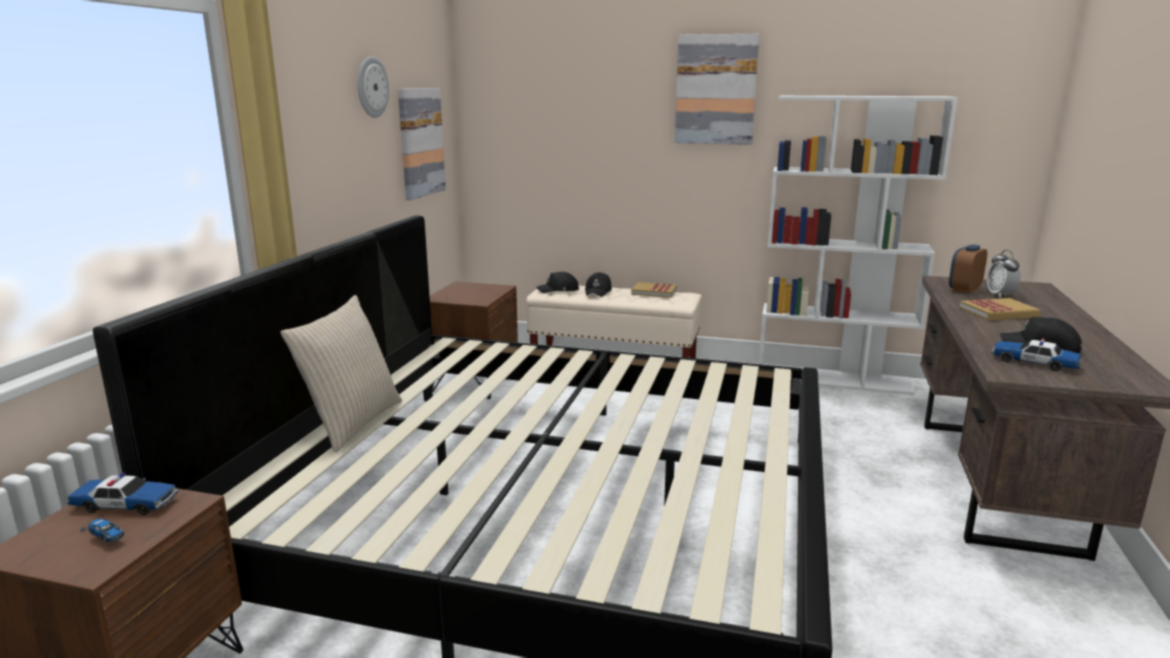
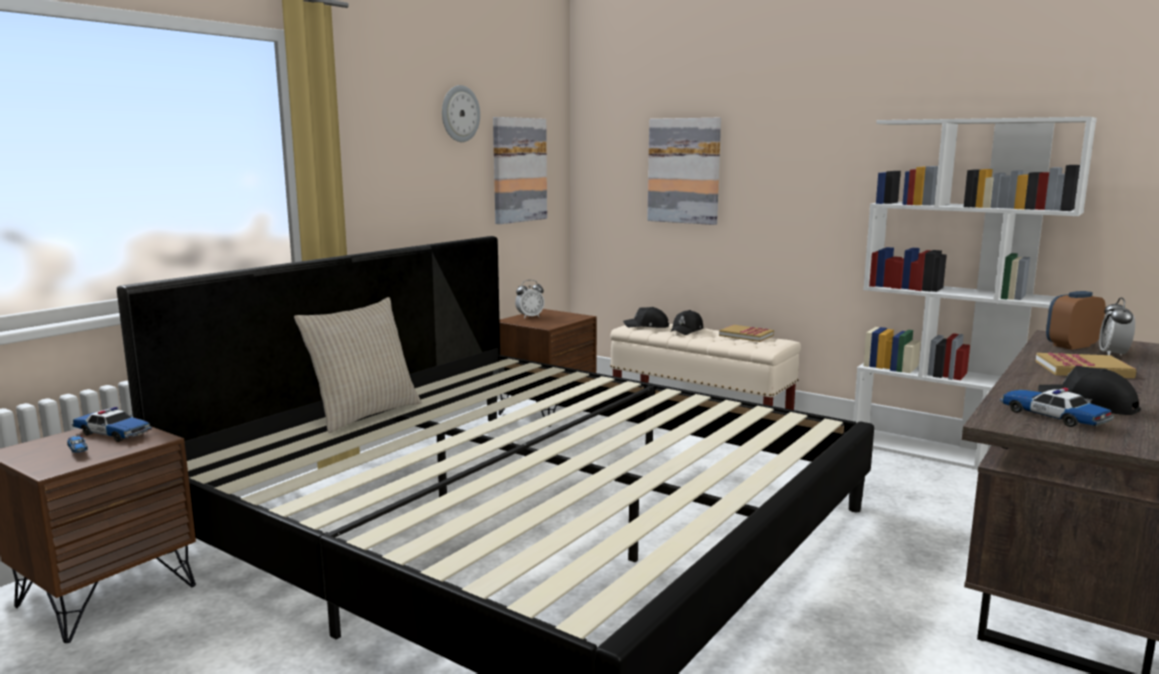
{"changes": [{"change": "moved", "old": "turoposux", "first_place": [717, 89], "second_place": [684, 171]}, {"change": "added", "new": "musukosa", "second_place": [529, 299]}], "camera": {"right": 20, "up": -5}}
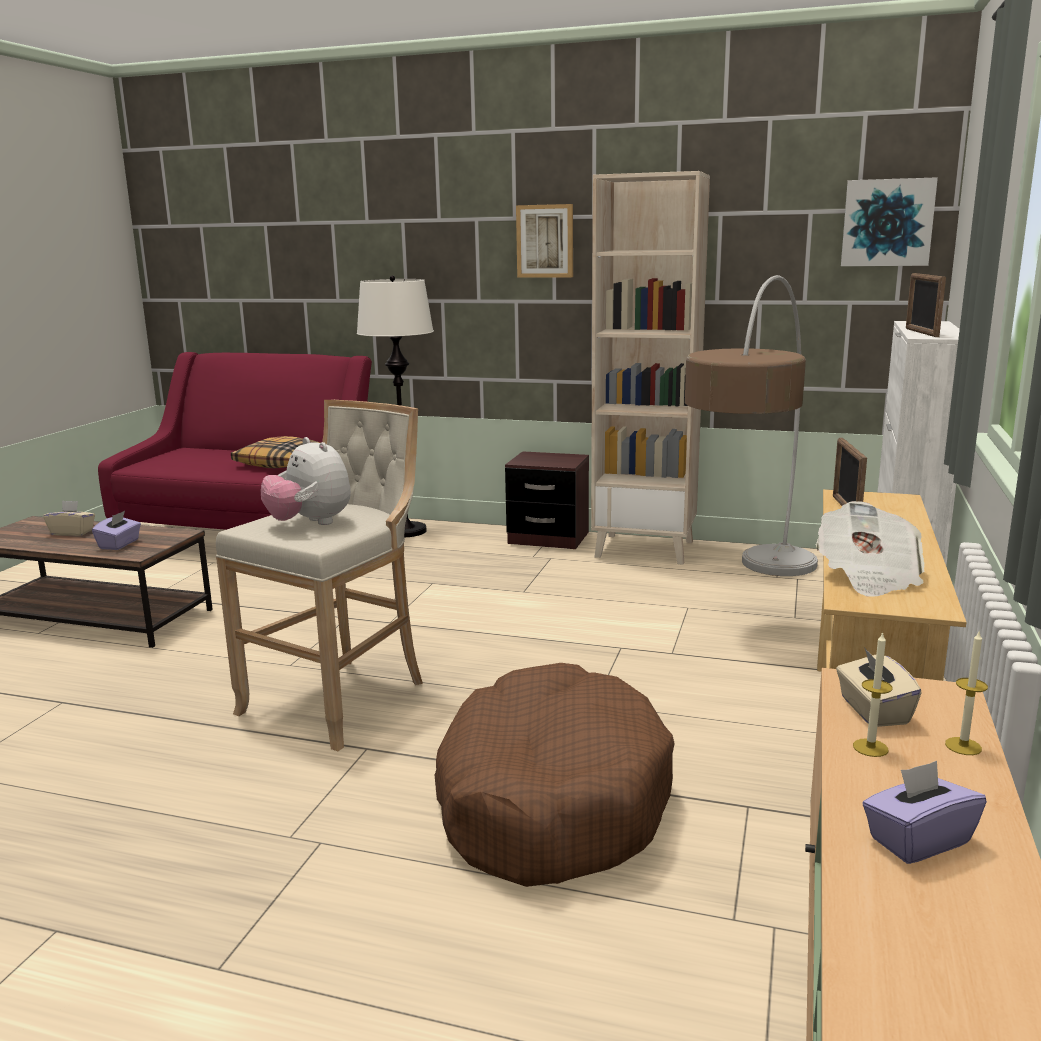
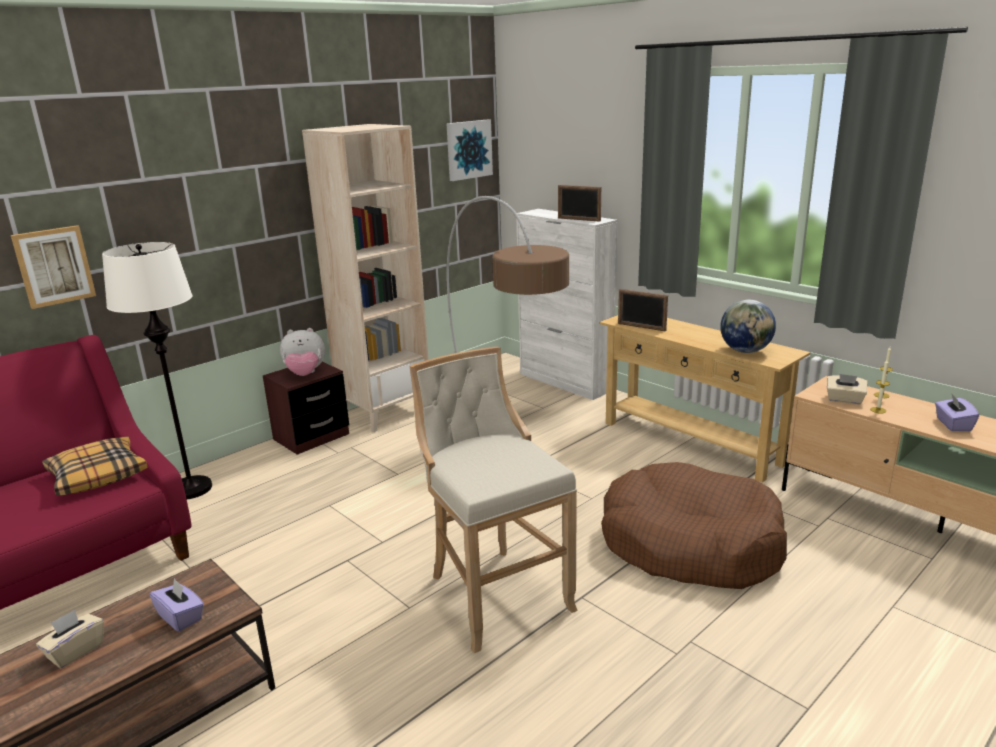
{"changes": [{"change": "moved", "old": "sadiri", "first_place": [306, 481], "second_place": [302, 352]}, {"change": "moved", "old": "turoposux", "first_place": [544, 241], "second_place": [53, 267]}, {"change": "replaced", "old": "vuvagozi", "new": "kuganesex", "first_place": [870, 548], "second_place": [748, 326]}], "camera": {"right": -60, "up": 5}}
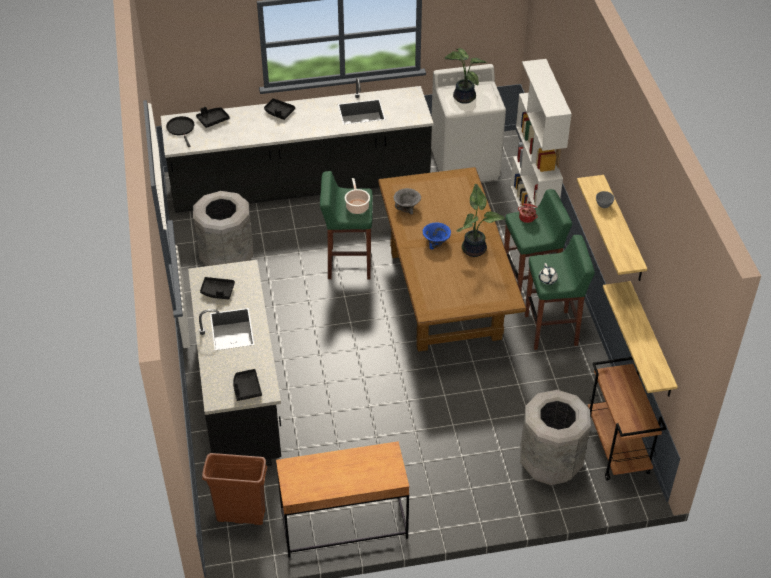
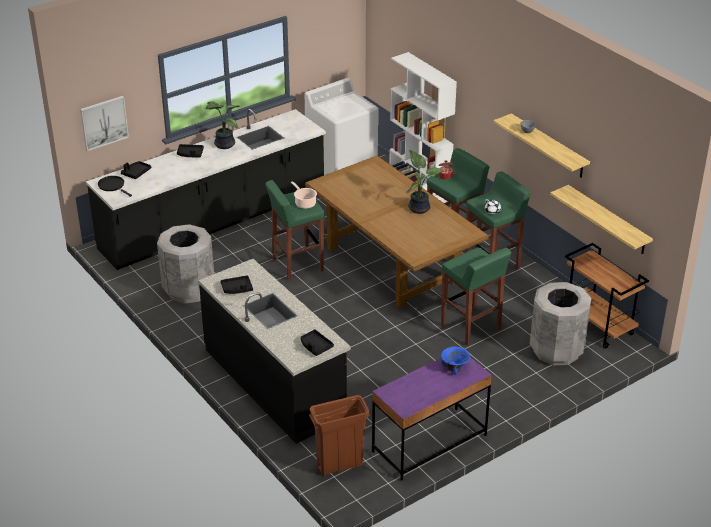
{"changes": [{"change": "recoloured", "old": "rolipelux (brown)", "new": "rolipelux (purple)", "first_place": [342, 499], "second_place": [432, 419]}, {"change": "removed", "old": "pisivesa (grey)", "first_place": [407, 201]}, {"change": "moved", "old": "pisivesa (blue)", "first_place": [437, 236], "second_place": [455, 361]}, {"change": "moved", "old": "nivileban", "first_place": [466, 76], "second_place": [223, 125]}, {"change": "added", "new": "turoposux", "second_place": [104, 123]}, {"change": "added", "new": "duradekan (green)", "second_place": [476, 296]}], "camera": {"right": -25, "up": -10}}
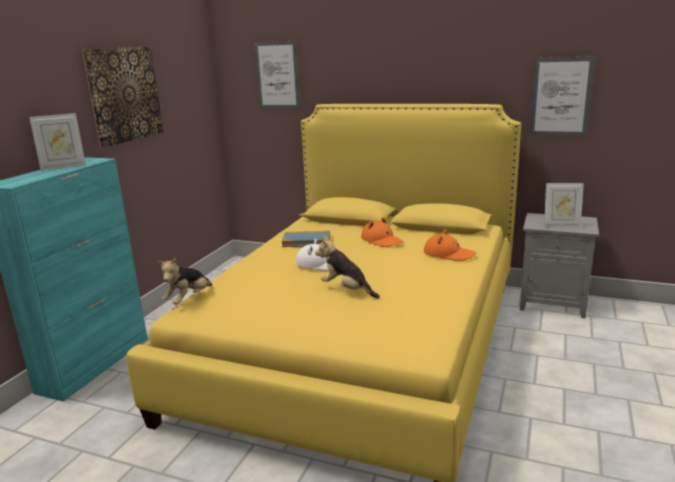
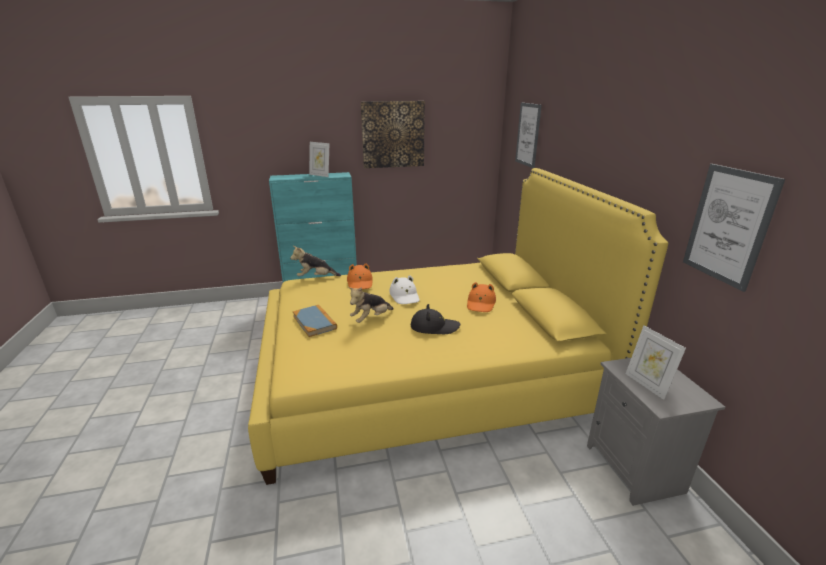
{"changes": [{"change": "moved", "old": "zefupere", "first_place": [306, 239], "second_place": [315, 321]}, {"change": "turned", "old": "sadiri", "first_place": [347, 267], "second_place": [371, 305], "degrees": -135}, {"change": "moved", "old": "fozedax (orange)", "first_place": [450, 245], "second_place": [360, 276]}, {"change": "added", "new": "fozedax (black)", "second_place": [435, 319]}], "camera": {"right": 55, "up": 5}}
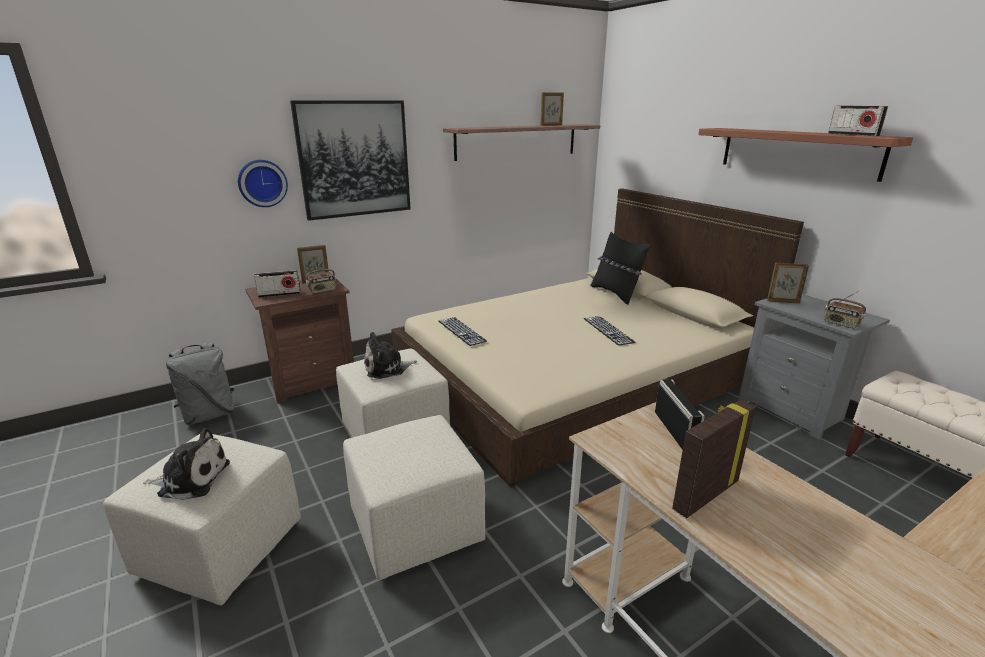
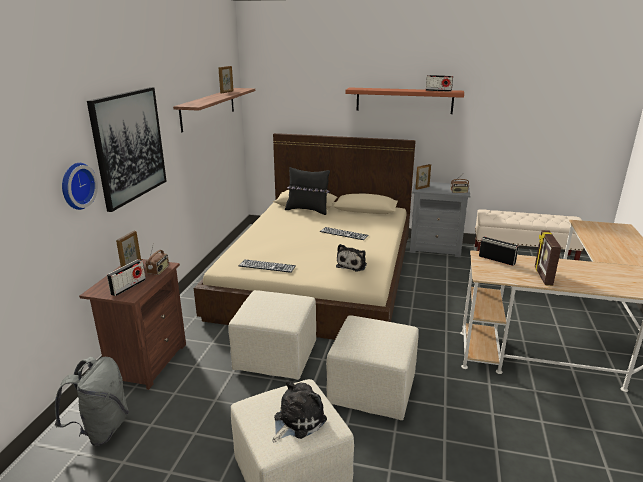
{"changes": [{"change": "moved", "old": "sadiri", "first_place": [390, 355], "second_place": [351, 257]}], "camera": {"right": -45, "up": 0}}
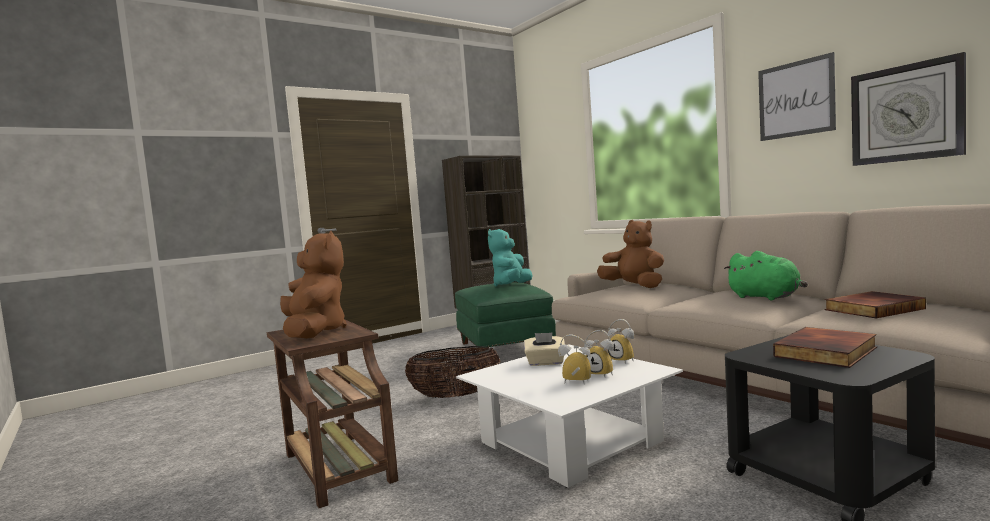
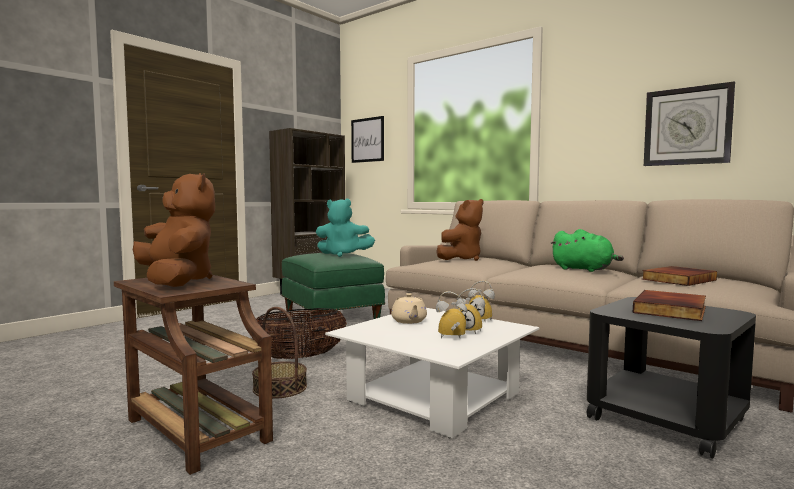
{"changes": [{"change": "turned", "old": "sadiri (turquoise)", "first_place": [510, 258], "second_place": [345, 227], "degrees": -90}, {"change": "replaced", "old": "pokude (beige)", "new": "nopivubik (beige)", "first_place": [544, 349], "second_place": [409, 308]}, {"change": "turned", "old": "sadiri (brown)", "first_place": [630, 254], "second_place": [459, 230], "degrees": 105}, {"change": "moved", "old": "turoposux", "first_place": [797, 96], "second_place": [367, 139]}, {"change": "added", "new": "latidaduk", "second_place": [279, 353]}], "camera": {"right": -15, "up": 0}}
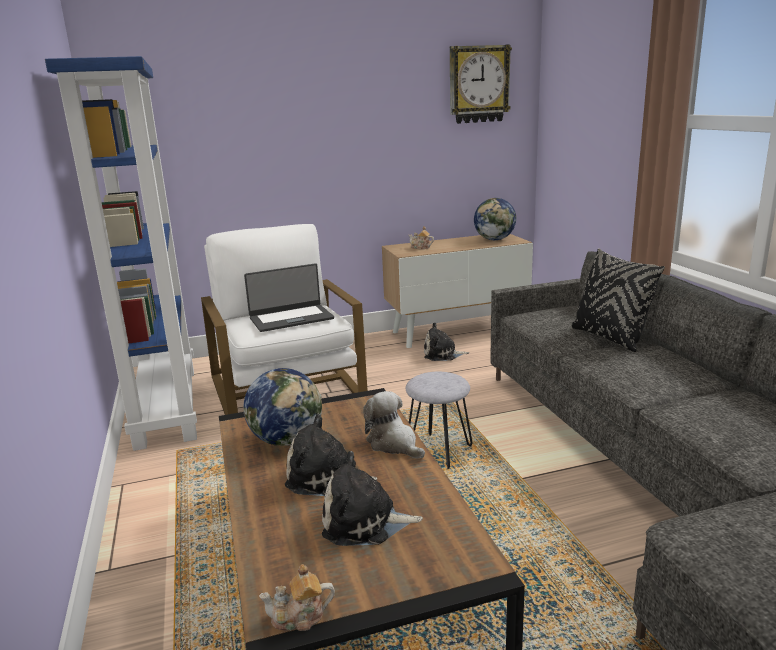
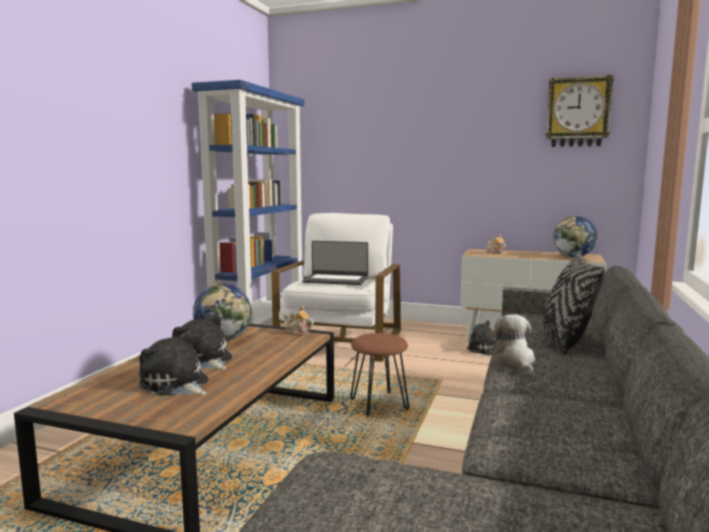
{"changes": [{"change": "moved", "old": "nopivubik", "first_place": [297, 597], "second_place": [298, 320]}, {"change": "moved", "old": "sadiri", "first_place": [394, 425], "second_place": [513, 344]}, {"change": "recoloured", "old": "duradekan (grey)", "new": "duradekan (brown)", "first_place": [439, 420], "second_place": [379, 375]}], "camera": {"right": 35, "up": -10}}
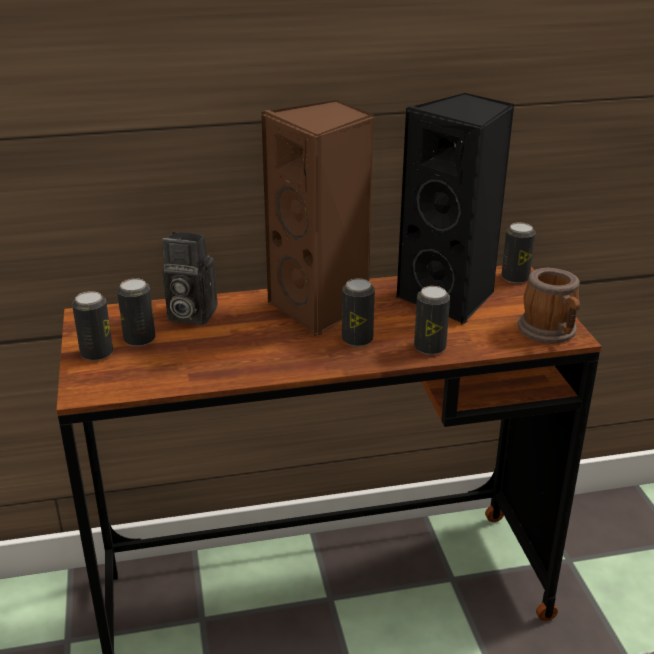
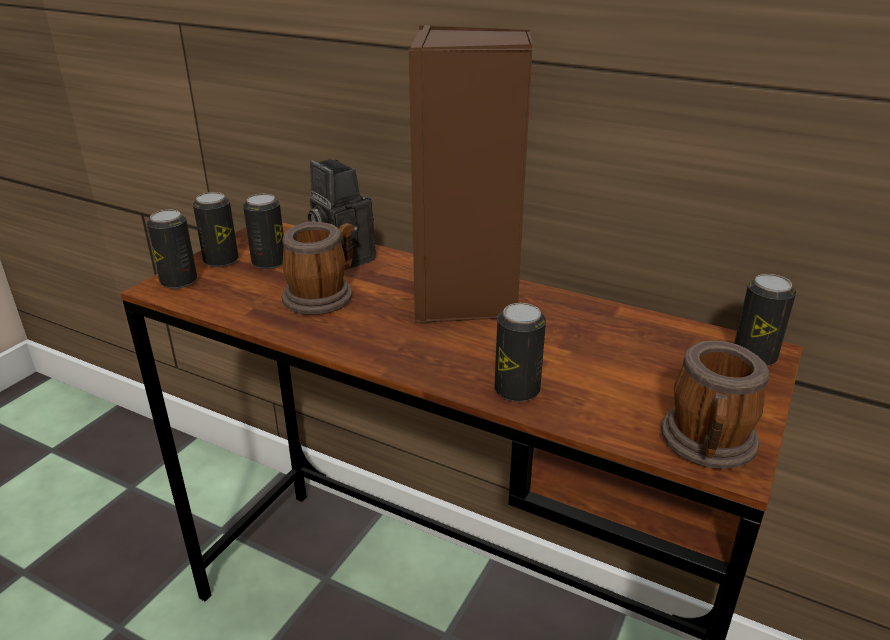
{"changes": [{"change": "moved", "old": "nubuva", "first_place": [358, 313], "second_place": [172, 249]}, {"change": "removed", "old": "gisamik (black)", "first_place": [455, 208]}, {"change": "added", "new": "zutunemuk", "second_place": [318, 268]}], "camera": {"right": 40, "up": 0}}
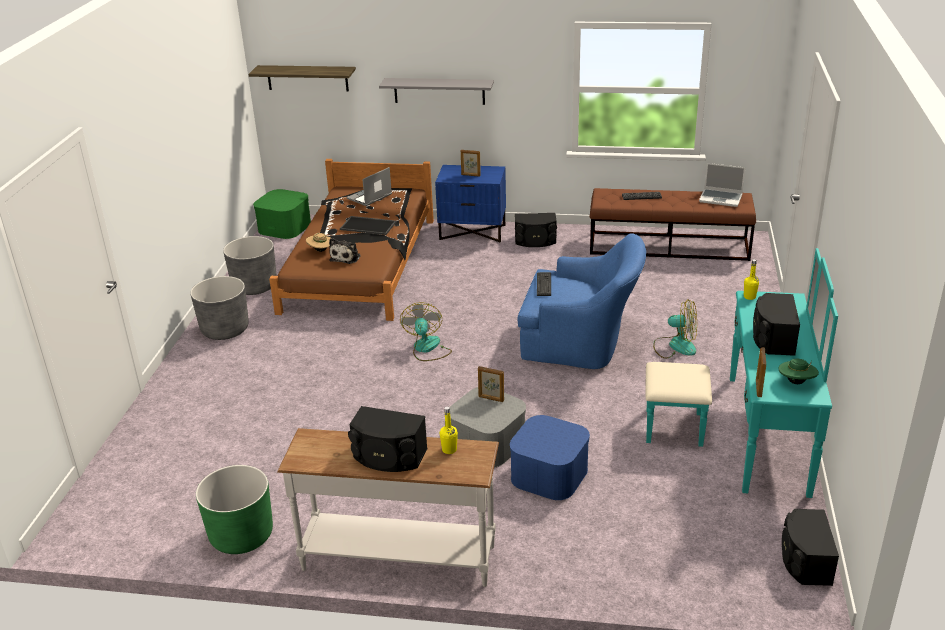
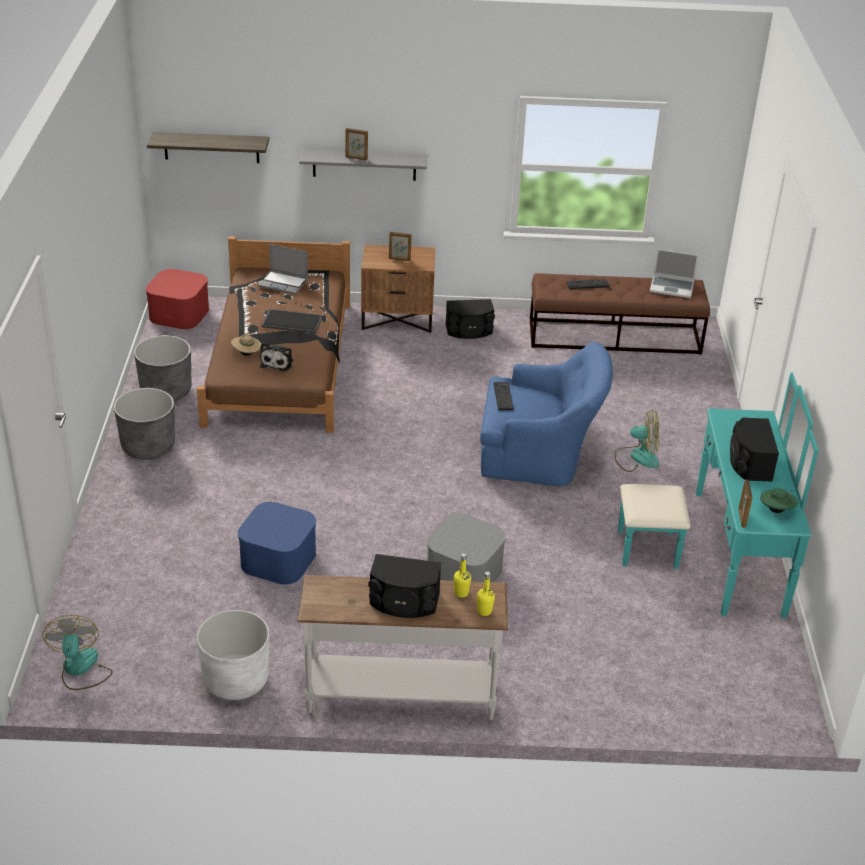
{"changes": [{"change": "recoloured", "old": "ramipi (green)", "new": "ramipi (white)", "first_place": [234, 509], "second_place": [233, 655]}, {"change": "recoloured", "old": "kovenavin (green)", "new": "kovenavin (red)", "first_place": [282, 214], "second_place": [177, 299]}, {"change": "turned", "old": "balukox", "first_place": [369, 186], "second_place": [283, 269], "degrees": -105}, {"change": "moved", "old": "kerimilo", "first_place": [426, 331], "second_place": [77, 652]}, {"change": "recoloured", "old": "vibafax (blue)", "new": "vibafax (brown)", "first_place": [470, 203], "second_place": [398, 289]}, {"change": "moved", "old": "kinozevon", "first_place": [491, 384], "second_place": [356, 144]}, {"change": "moved", "old": "kovenavin (blue)", "first_place": [550, 457], "second_place": [277, 543]}, {"change": "moved", "old": "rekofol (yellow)", "first_place": [751, 279], "second_place": [486, 593]}, {"change": "removed", "old": "gisamik (black)", "first_place": [810, 547]}], "camera": {"right": -10, "up": 5}}
